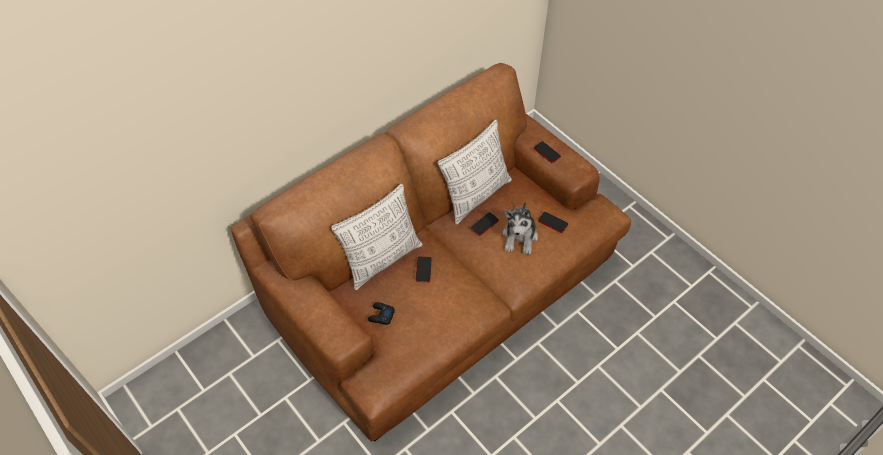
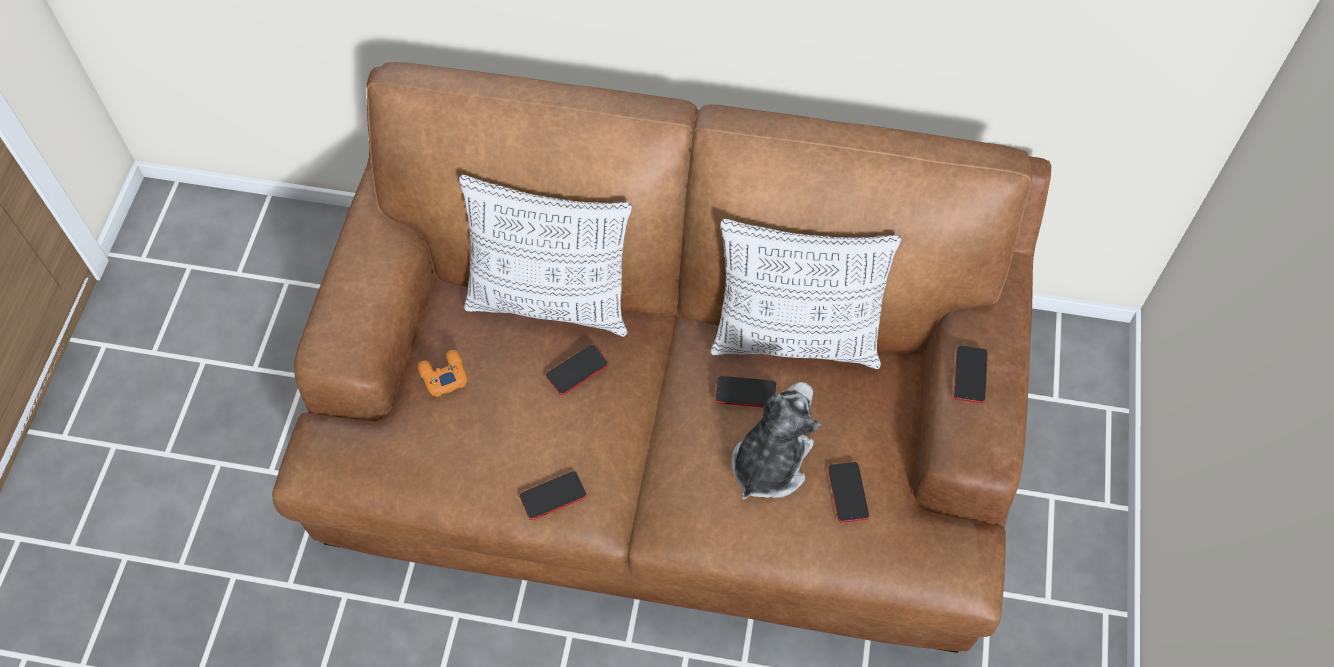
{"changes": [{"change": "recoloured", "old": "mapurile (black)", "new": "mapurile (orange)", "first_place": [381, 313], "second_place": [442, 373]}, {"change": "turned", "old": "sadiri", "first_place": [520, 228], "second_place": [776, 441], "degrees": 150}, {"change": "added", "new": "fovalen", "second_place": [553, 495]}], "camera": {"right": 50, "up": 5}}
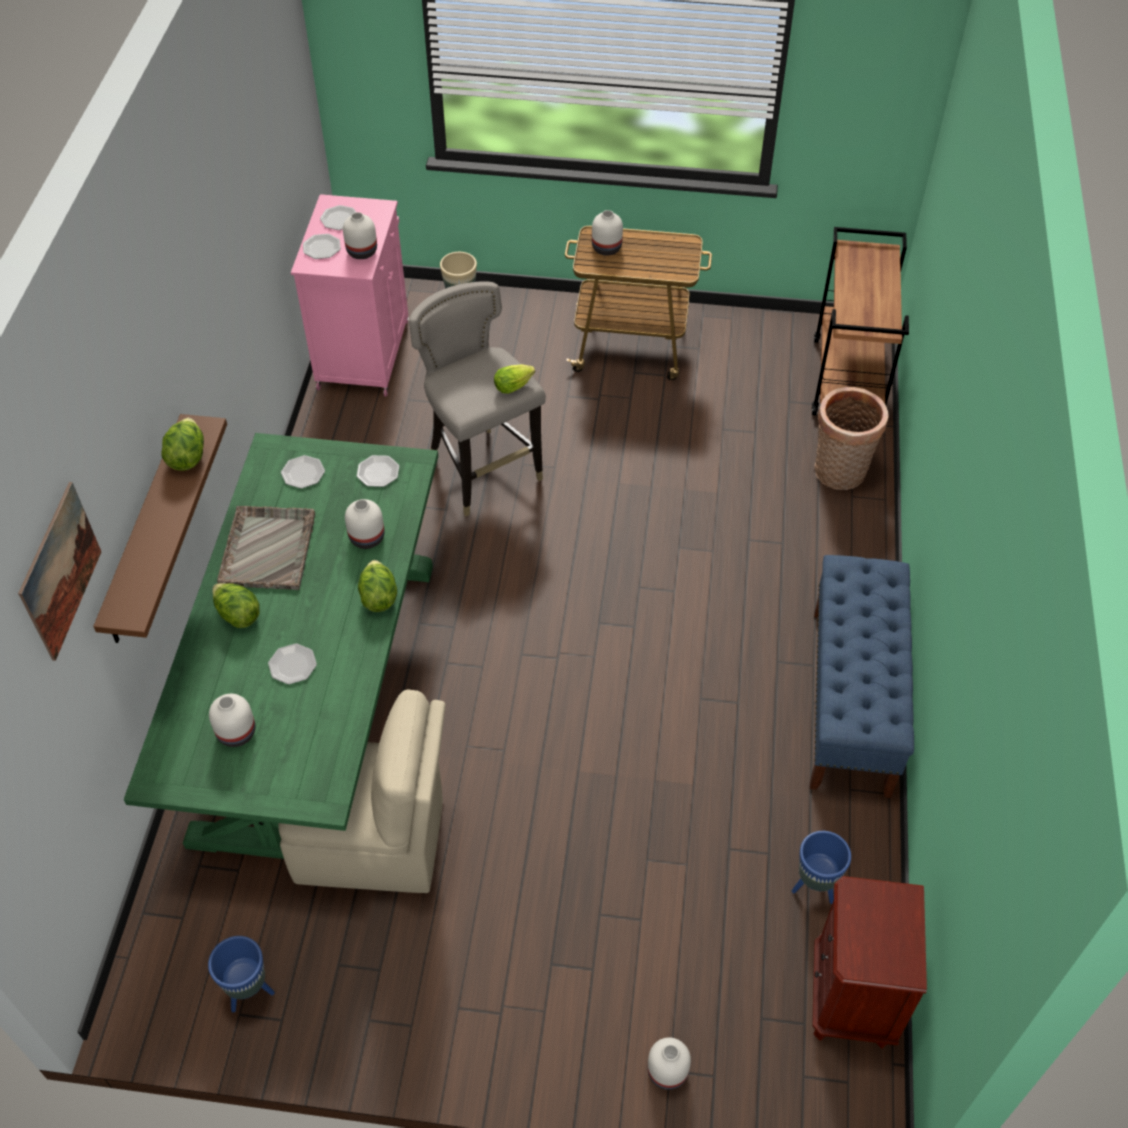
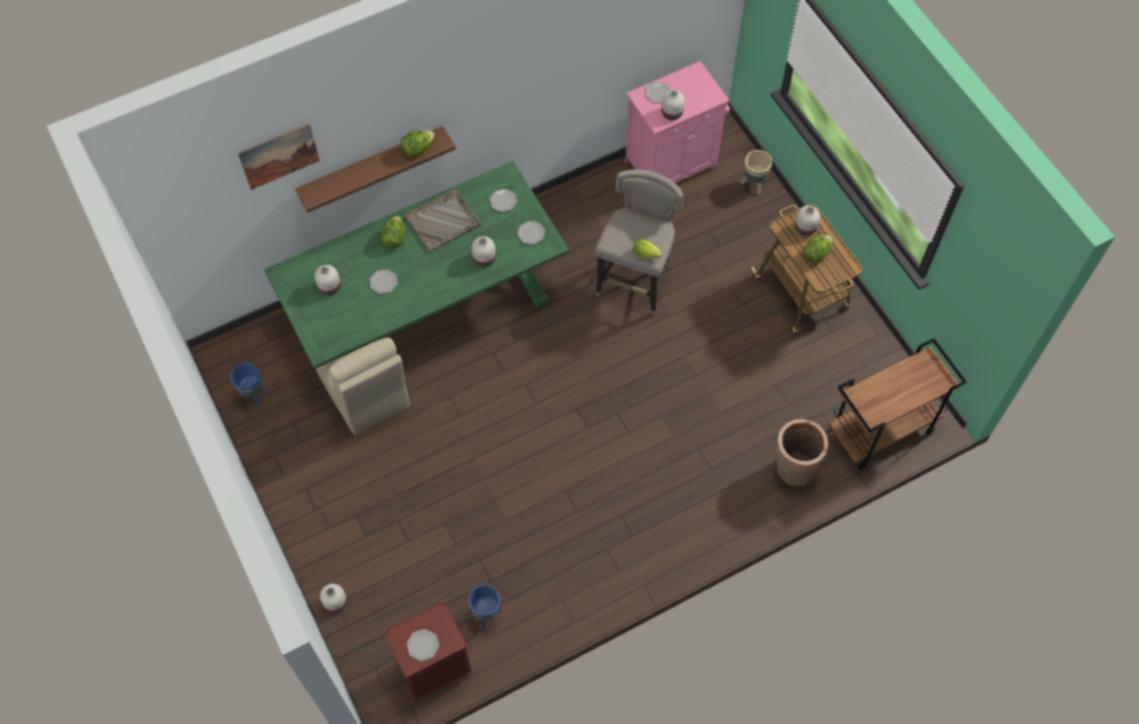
{"changes": [{"change": "moved", "old": "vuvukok", "first_place": [338, 217], "second_place": [423, 645]}, {"change": "moved", "old": "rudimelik", "first_place": [377, 586], "second_place": [817, 249]}, {"change": "removed", "old": "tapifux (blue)", "first_place": [862, 676]}], "camera": {"right": 55, "up": 10}}
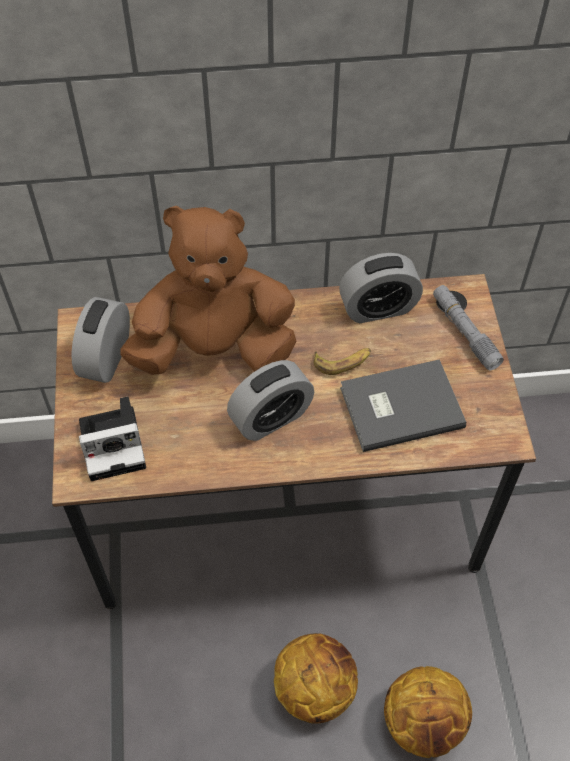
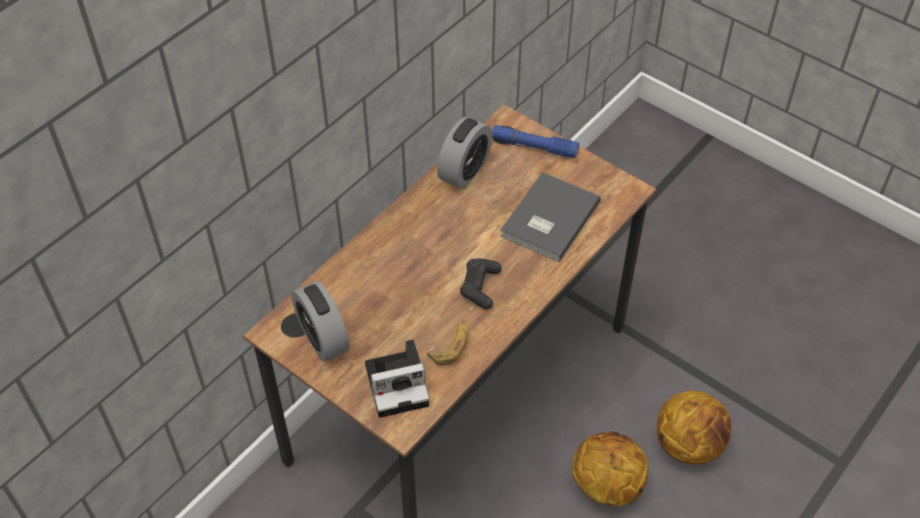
{"changes": [{"change": "turned", "old": "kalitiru", "first_place": [112, 438], "second_place": [397, 379], "degrees": 45}, {"change": "removed", "old": "sadiri (brown)", "first_place": [208, 290]}, {"change": "replaced", "old": "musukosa", "new": "mapurile (black)", "first_place": [270, 400], "second_place": [481, 284]}, {"change": "moved", "old": "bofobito", "first_place": [342, 361], "second_place": [447, 343]}, {"change": "recoloured", "old": "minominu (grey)", "new": "minominu (blue)", "first_place": [468, 327], "second_place": [535, 141]}], "camera": {"right": -45, "up": -5}}
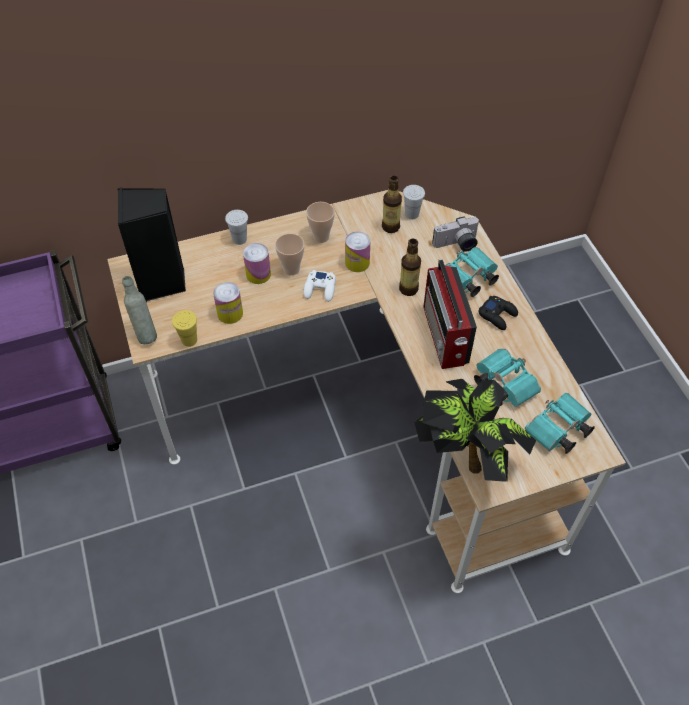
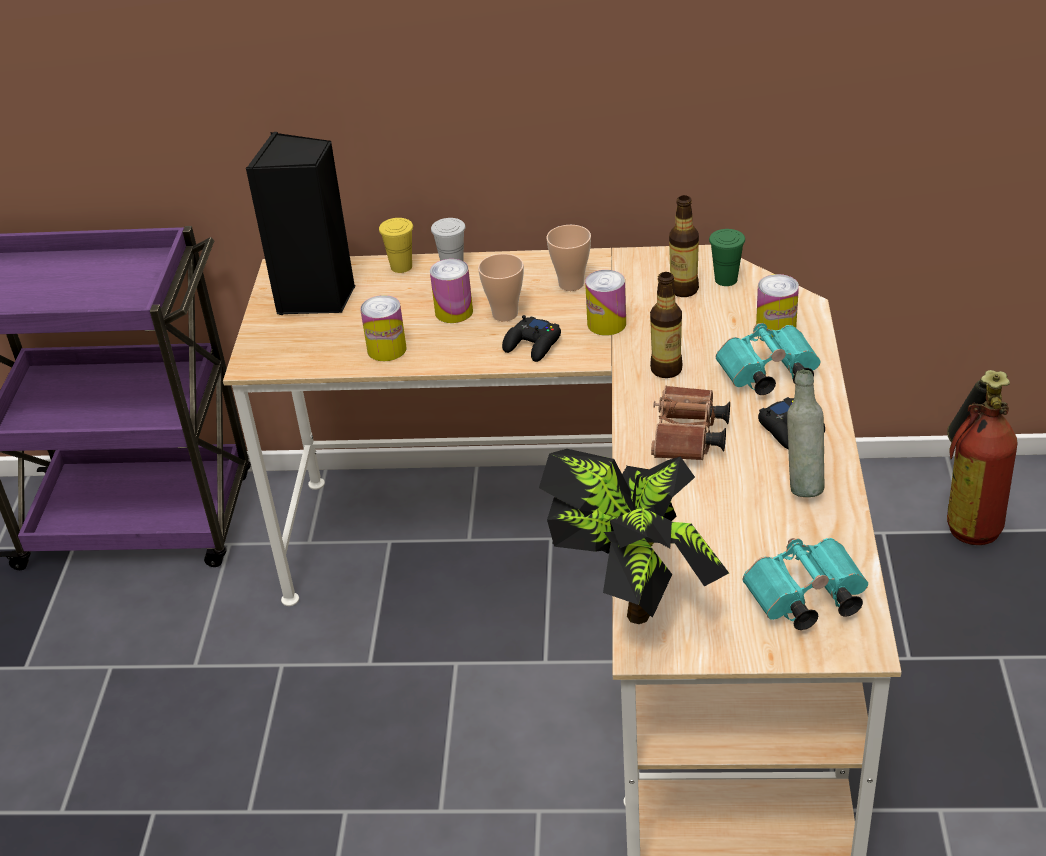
{"changes": [{"change": "moved", "old": "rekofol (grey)", "first_place": [139, 310], "second_place": [806, 433]}, {"change": "moved", "old": "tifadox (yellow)", "first_place": [184, 328], "second_place": [396, 245]}, {"change": "recoloured", "old": "mapurile (white)", "new": "mapurile (black)", "first_place": [319, 286], "second_place": [531, 338]}, {"change": "recoloured", "old": "tifadox (white)", "new": "tifadox (green)", "first_place": [414, 202], "second_place": [727, 257]}, {"change": "replaced", "old": "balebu", "new": "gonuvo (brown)", "first_place": [450, 314], "second_place": [690, 422]}, {"change": "replaced", "old": "kalitiru", "new": "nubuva", "first_place": [456, 234], "second_place": [777, 305]}, {"change": "removed", "old": "gonuvo (turquoise)", "first_place": [507, 378]}, {"change": "added", "new": "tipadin", "second_place": [982, 457]}], "camera": {"right": 25, "up": -15}}
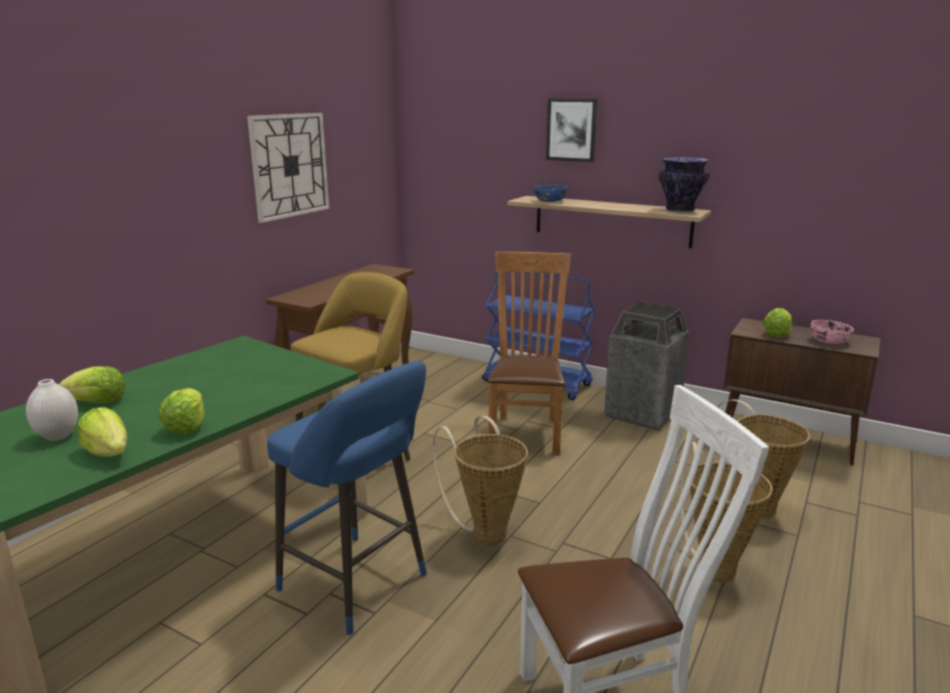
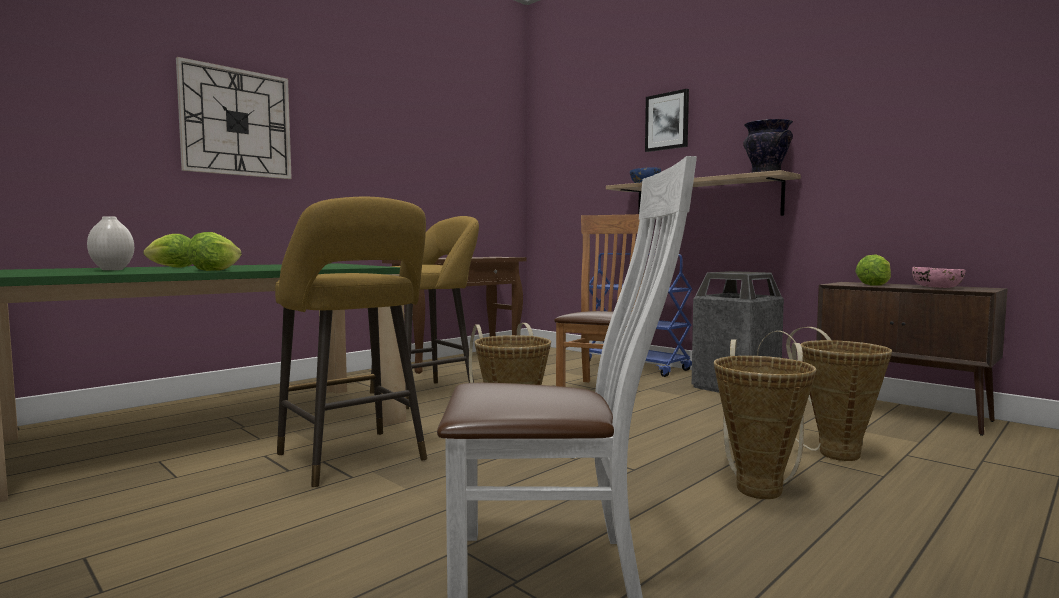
{"changes": [{"change": "removed", "old": "rudimelik", "first_place": [102, 432]}, {"change": "moved", "old": "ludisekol", "first_place": [288, 168], "second_place": [234, 118]}, {"change": "recoloured", "old": "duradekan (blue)", "new": "duradekan (yellow)", "first_place": [347, 498], "second_place": [351, 342]}], "camera": {"right": 15, "up": -15}}
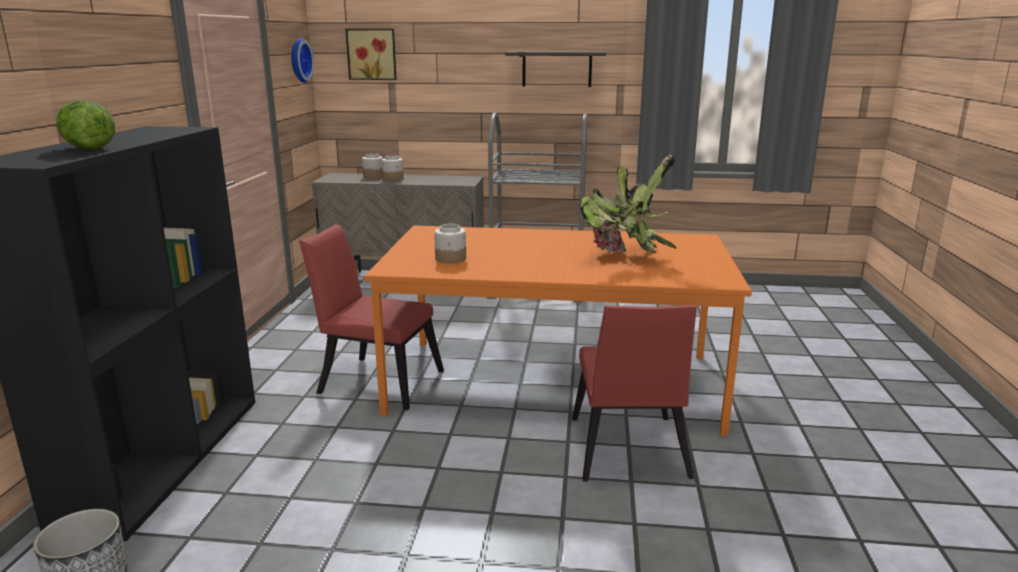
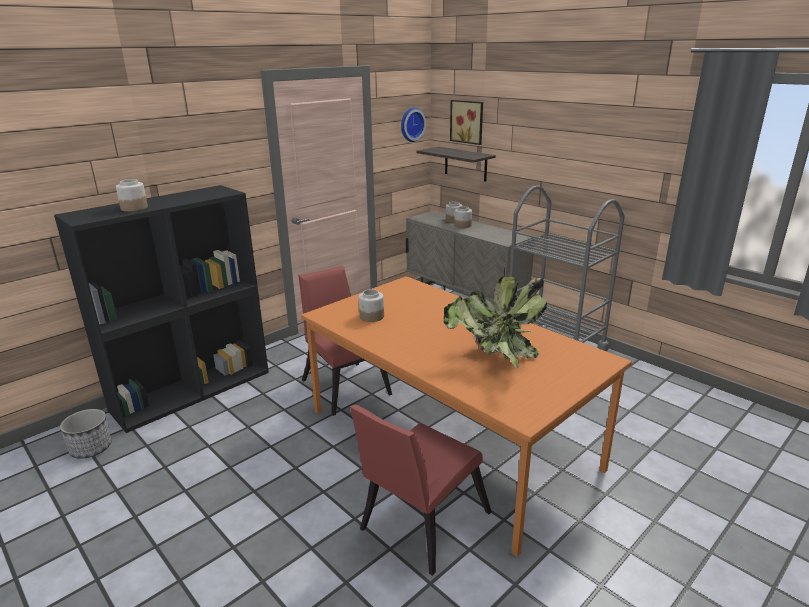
{"changes": [{"change": "replaced", "old": "rudimelik", "new": "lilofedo", "first_place": [85, 124], "second_place": [132, 195]}, {"change": "moved", "old": "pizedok", "first_place": [555, 69], "second_place": [456, 164]}], "camera": {"right": 40, "up": 5}}
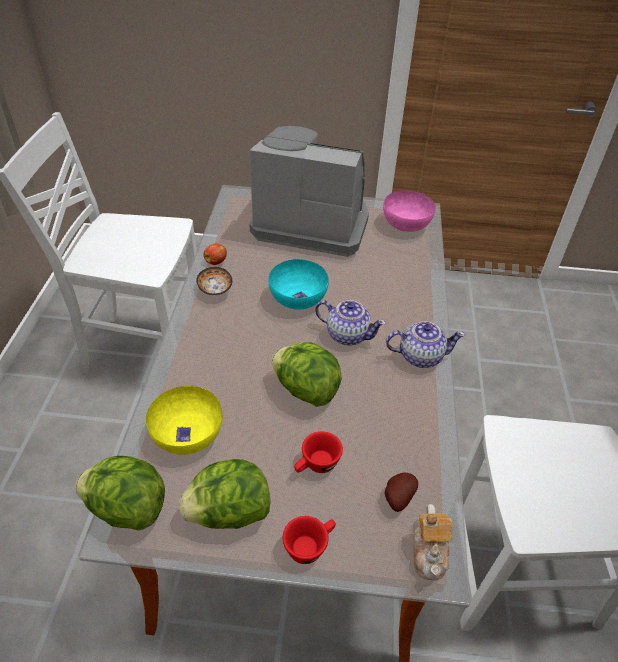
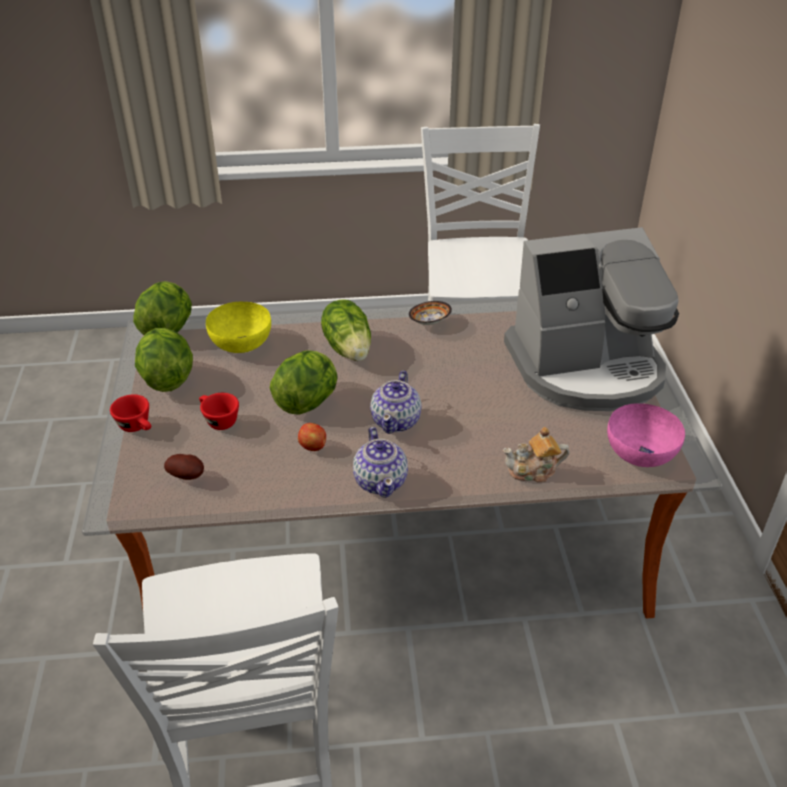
{"changes": [{"change": "moved", "old": "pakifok", "first_place": [215, 254], "second_place": [312, 437]}, {"change": "turned", "old": "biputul", "first_place": [309, 191], "second_place": [591, 319], "degrees": 75}, {"change": "removed", "old": "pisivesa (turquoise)", "first_place": [298, 284]}, {"change": "moved", "old": "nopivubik", "first_place": [432, 542], "second_place": [536, 455]}, {"change": "added", "new": "rudimelik", "second_place": [346, 330]}], "camera": {"right": 80, "up": -5}}
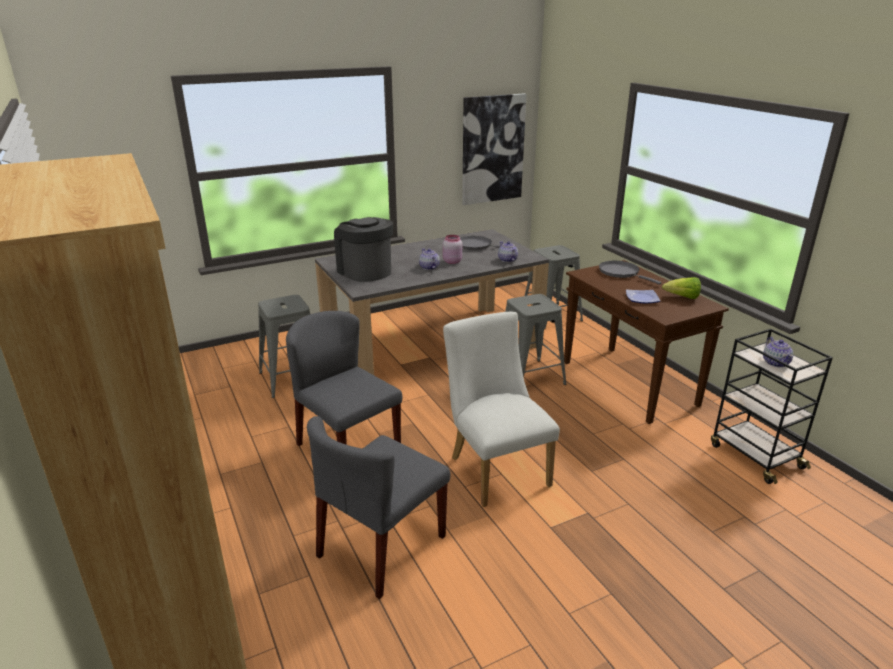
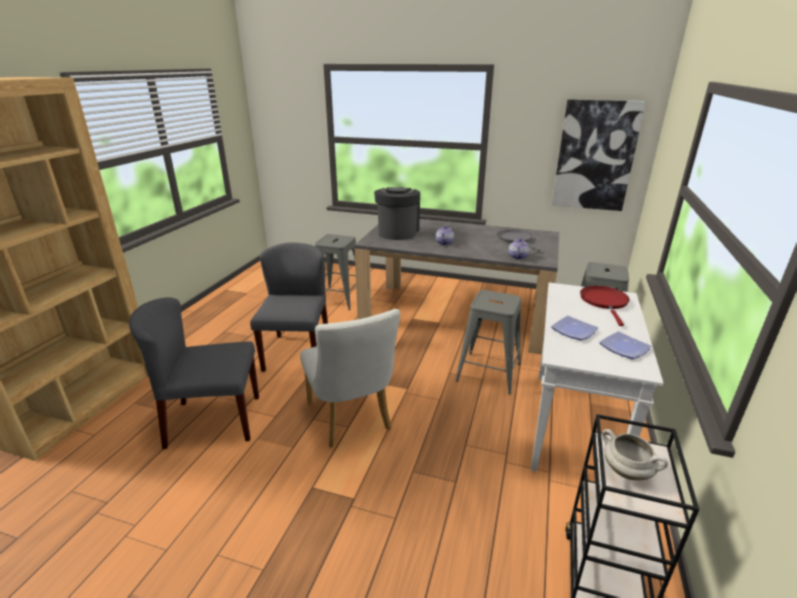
{"changes": [{"change": "removed", "old": "lilofedo (pink)", "first_place": [452, 249]}, {"change": "turned", "old": "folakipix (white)", "first_place": [501, 409], "second_place": [350, 378], "degrees": 135}, {"change": "recoloured", "old": "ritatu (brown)", "new": "ritatu (white)", "first_place": [646, 342], "second_place": [597, 377]}, {"change": "recoloured", "old": "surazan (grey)", "new": "surazan (red)", "first_place": [630, 272], "second_place": [605, 306]}, {"change": "replaced", "old": "rudimelik", "new": "vuvukok", "first_place": [681, 288], "second_place": [625, 345]}, {"change": "replaced", "old": "nopivubik", "new": "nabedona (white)", "first_place": [778, 352], "second_place": [635, 454]}], "camera": {"right": 45, "up": 0}}
